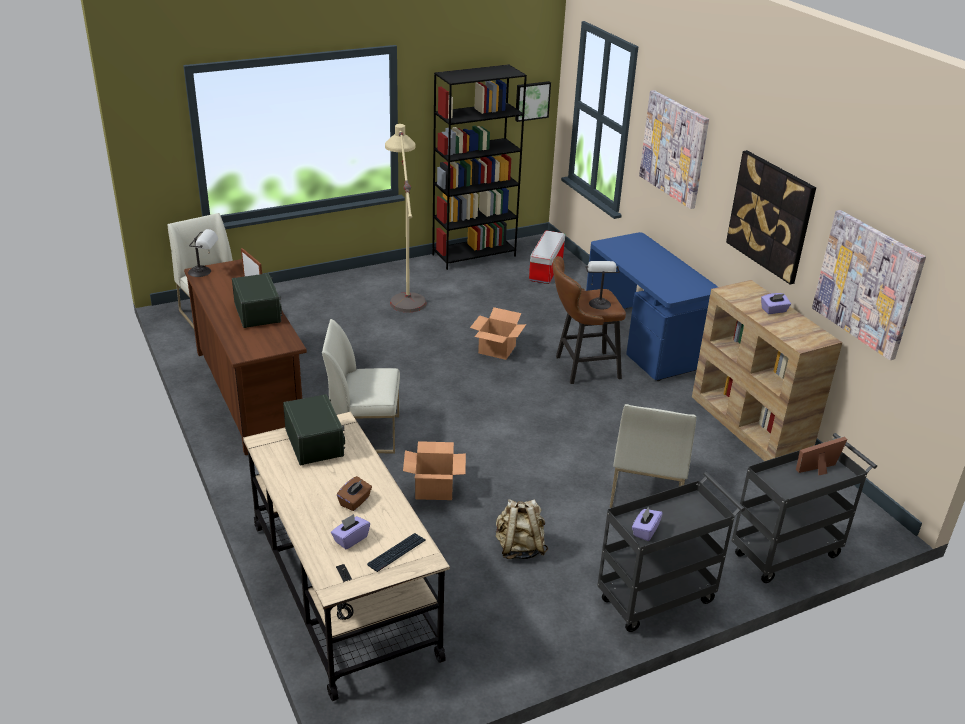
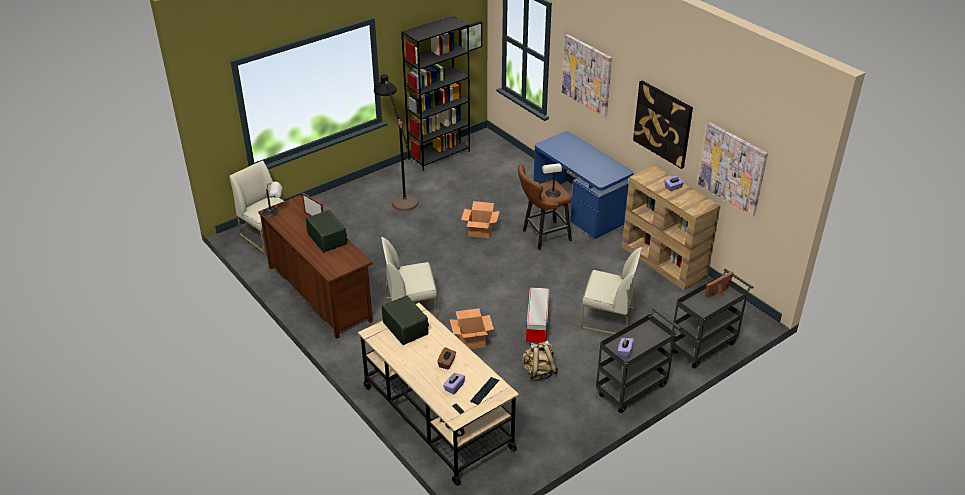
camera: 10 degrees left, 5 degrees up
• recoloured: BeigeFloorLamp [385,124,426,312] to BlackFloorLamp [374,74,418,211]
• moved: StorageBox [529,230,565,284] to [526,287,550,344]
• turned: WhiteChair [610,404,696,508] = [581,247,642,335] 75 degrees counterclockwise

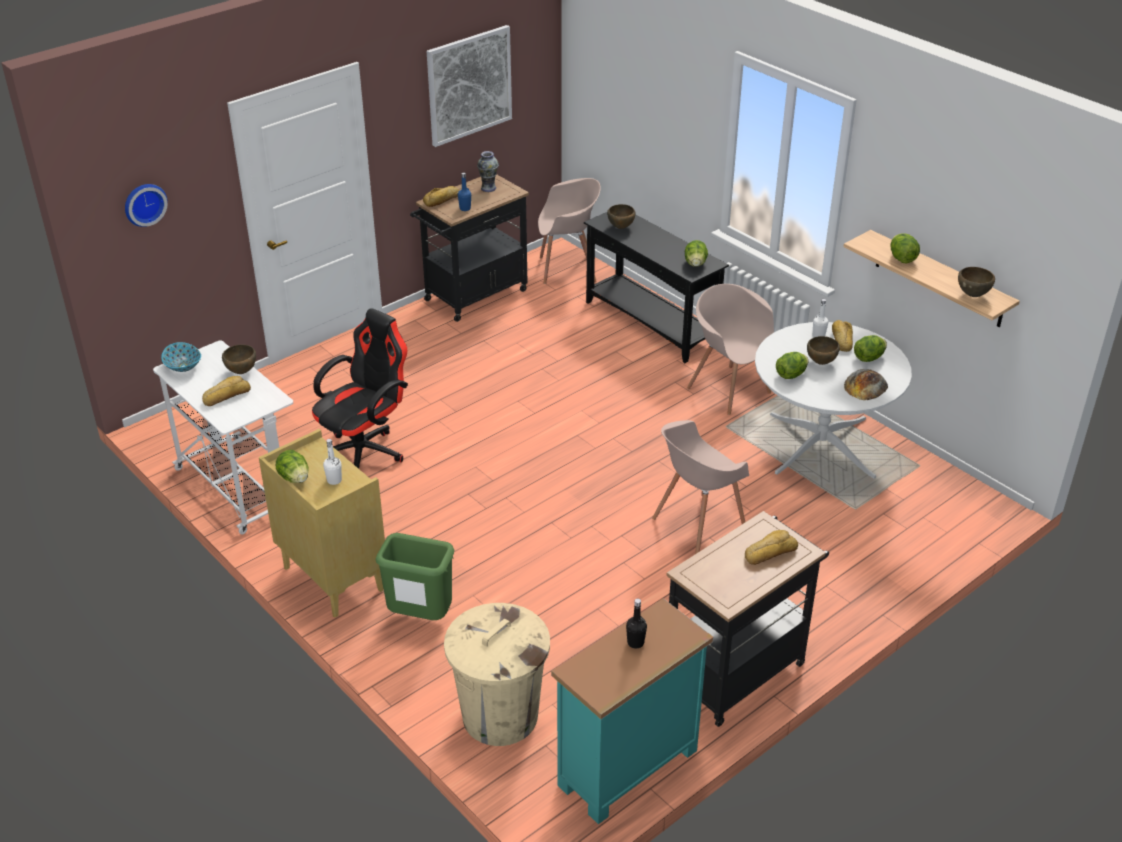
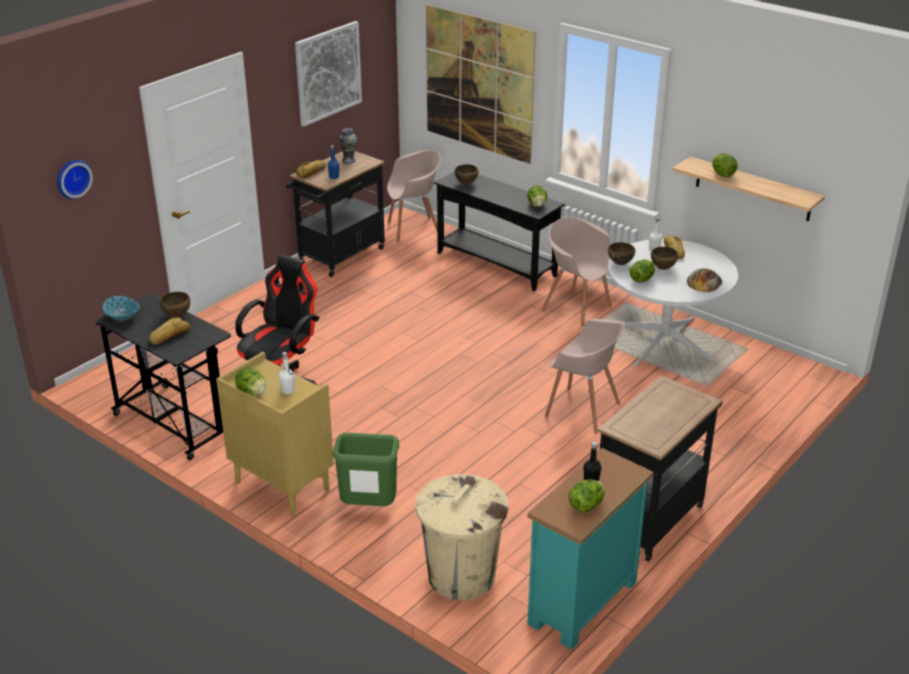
camera: 10 degrees left, 5 degrees down
• moved: BrownBowl [958,267,995,297] to [608,242,635,265]
• moved: Lettuce [854,335,887,362] to [568,479,605,512]
• recoloured: WhiteDesk [153,340,293,534] to BlackDesk [96,294,231,460]
• turned: BeigeChair [652,420,749,554] = [545,319,626,434] 105 degrees counterclockwise
• removed: Bread [745,530,798,565]
• added: Picture [426,5,536,164]

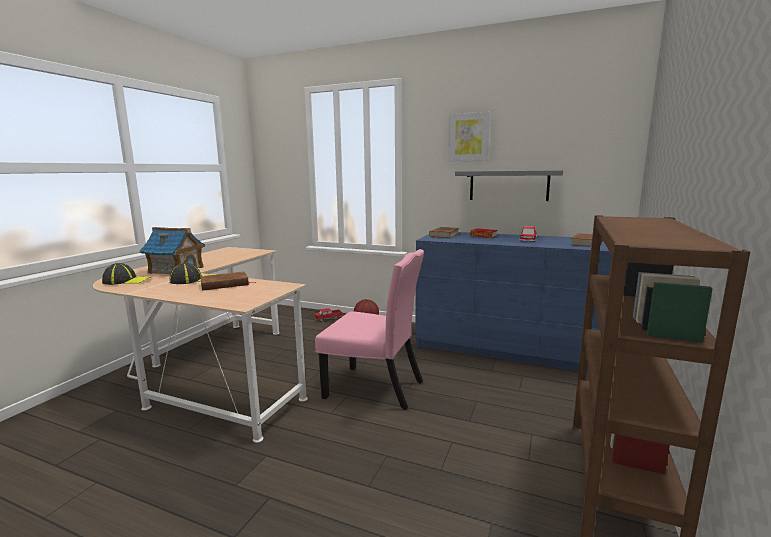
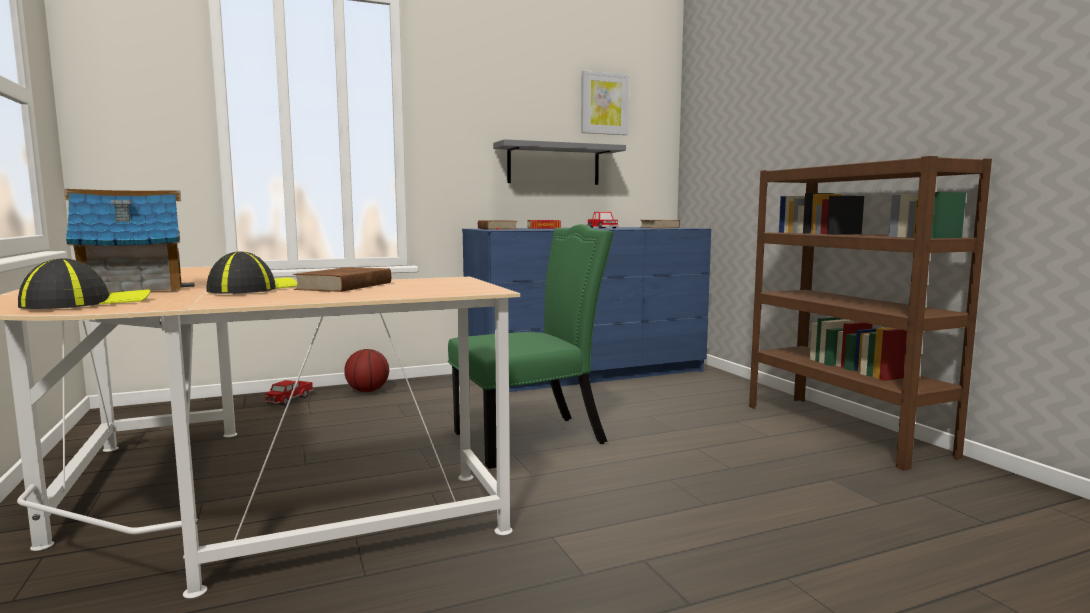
camera: 45 degrees left, 5 degrees down
• moved: Picture [448,112,490,161] to [581,70,629,135]
• recoloured: PinkChair [315,249,424,410] to GreenChair [448,224,613,469]

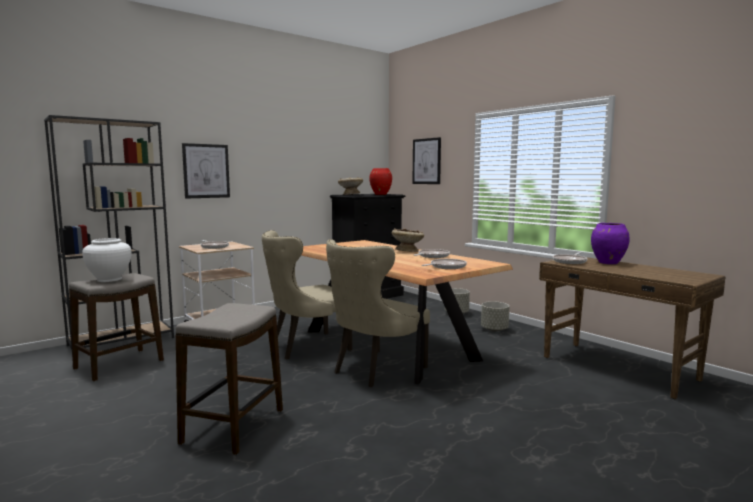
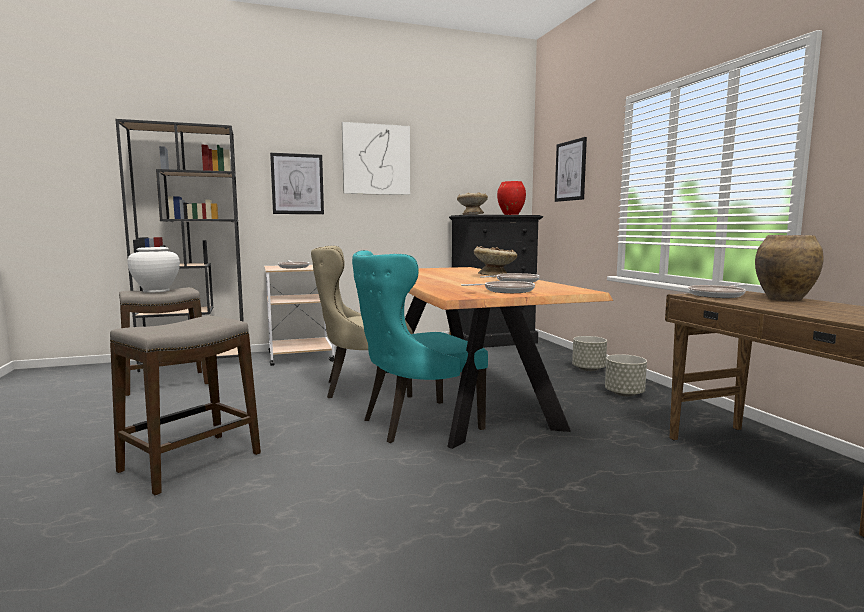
camera: 20 degrees right, 0 degrees up
• recoloured: PurpleVase [591,223,630,264] to BrownVase [755,235,824,301]
• recoloured: BeigeChair [326,239,430,387] to TurquoiseChair [352,250,488,443]
• added: Picture [342,122,410,195]

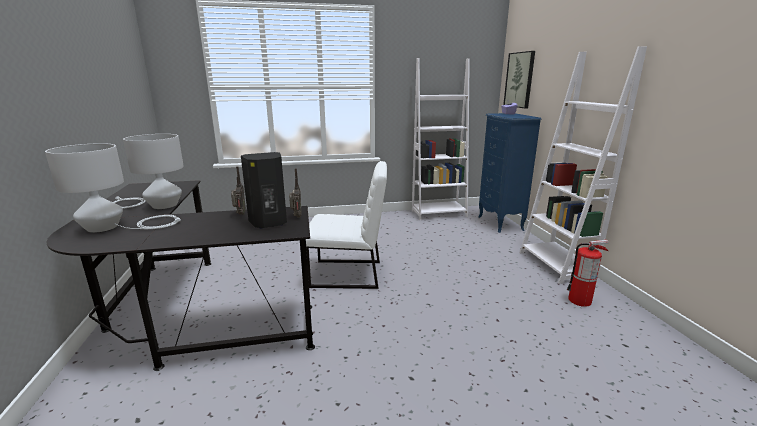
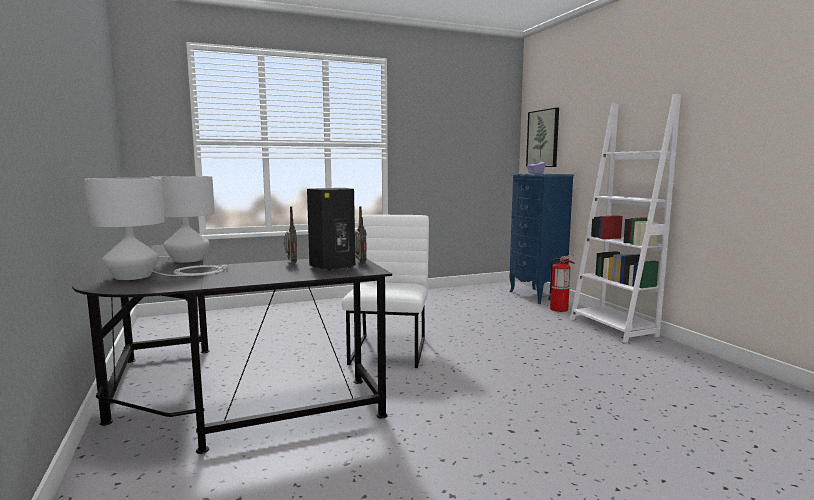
camera: 10 degrees left, 10 degrees down
• removed: WhiteBookcase [412,58,470,221]
• turned: WhiteChair [306,161,387,289] = [342,214,429,368] 75 degrees counterclockwise
• moved: FireExtinguisher [567,240,609,307] to [548,255,575,312]

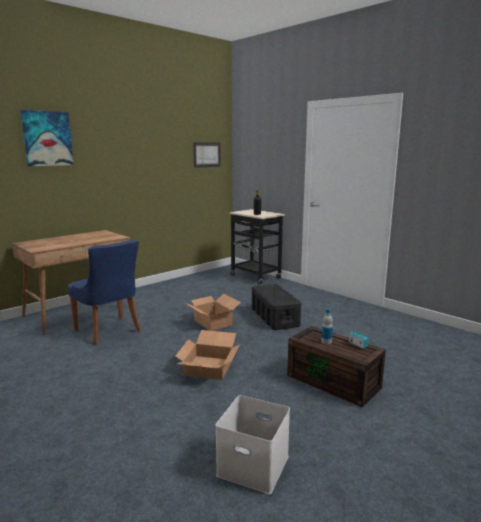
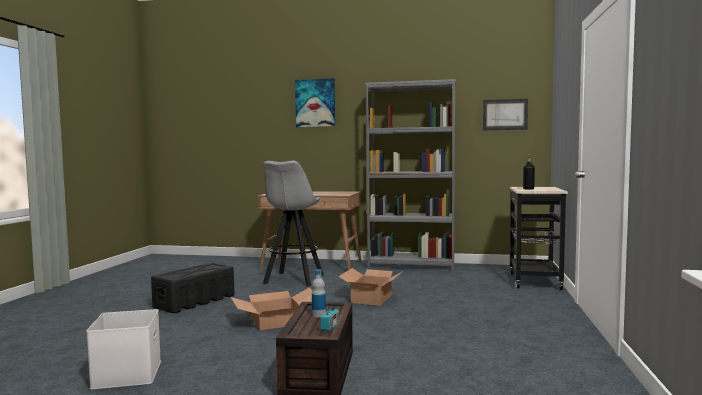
camera: 55 degrees right, 10 degrees down
• replaced: BlueChair [68,240,141,345] to GreyStool [263,161,324,286]
• moved: BlackStorageBox [252,284,301,330] to [151,263,234,313]
• added: GreyBookcase [365,79,456,272]

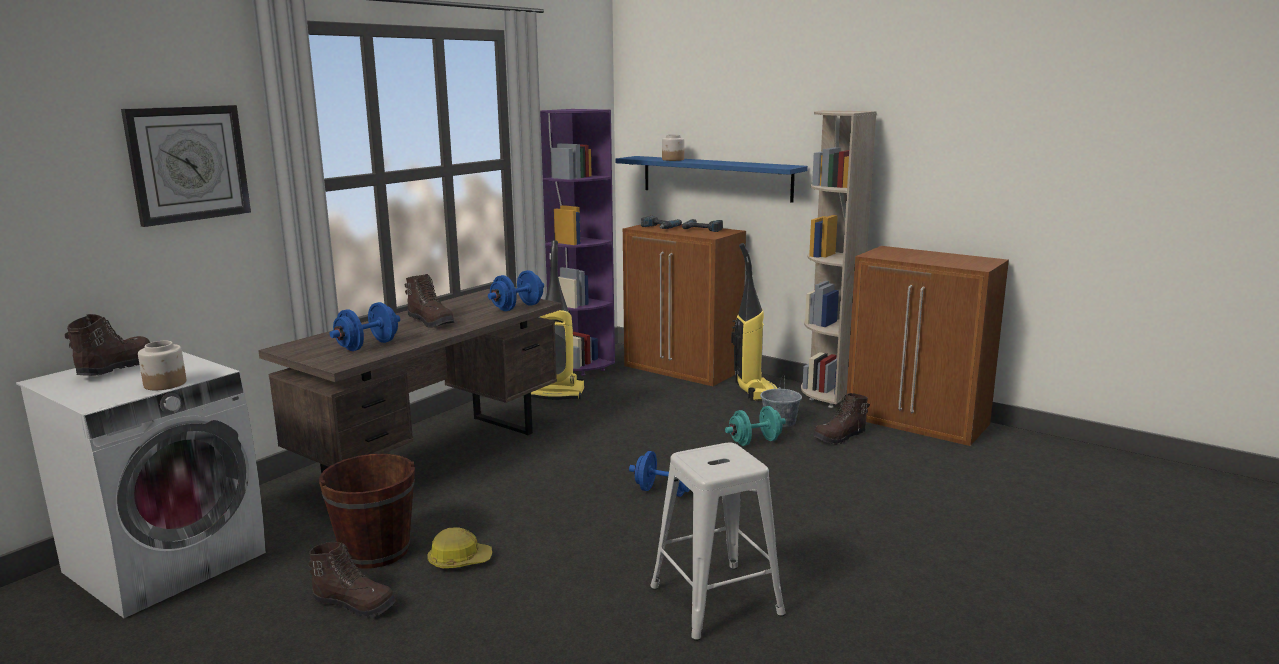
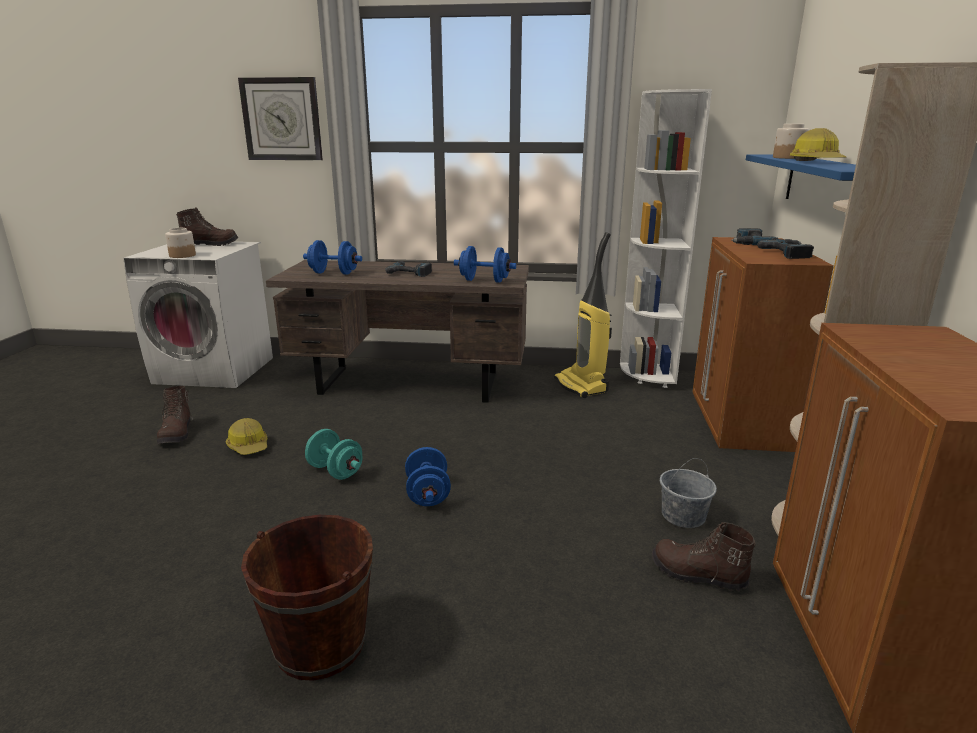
camera: 60 degrees right, 5 degrees up
• recoloured: PurpleBookcase [540,109,615,376] to WhiteBookcase [620,89,712,388]
• removed: VacuumCleaner [731,243,778,401]
• replaced: BrownBoot [404,274,454,328] to PowerDrill [385,261,432,277]
• moved: TurquoiseDumbbell [725,406,786,446] to [305,429,362,480]
• removed: WhiteStool [650,443,786,641]
• moved: BrownBucket [319,454,415,569] to [241,515,373,681]
• added: HardHat [790,128,846,161]

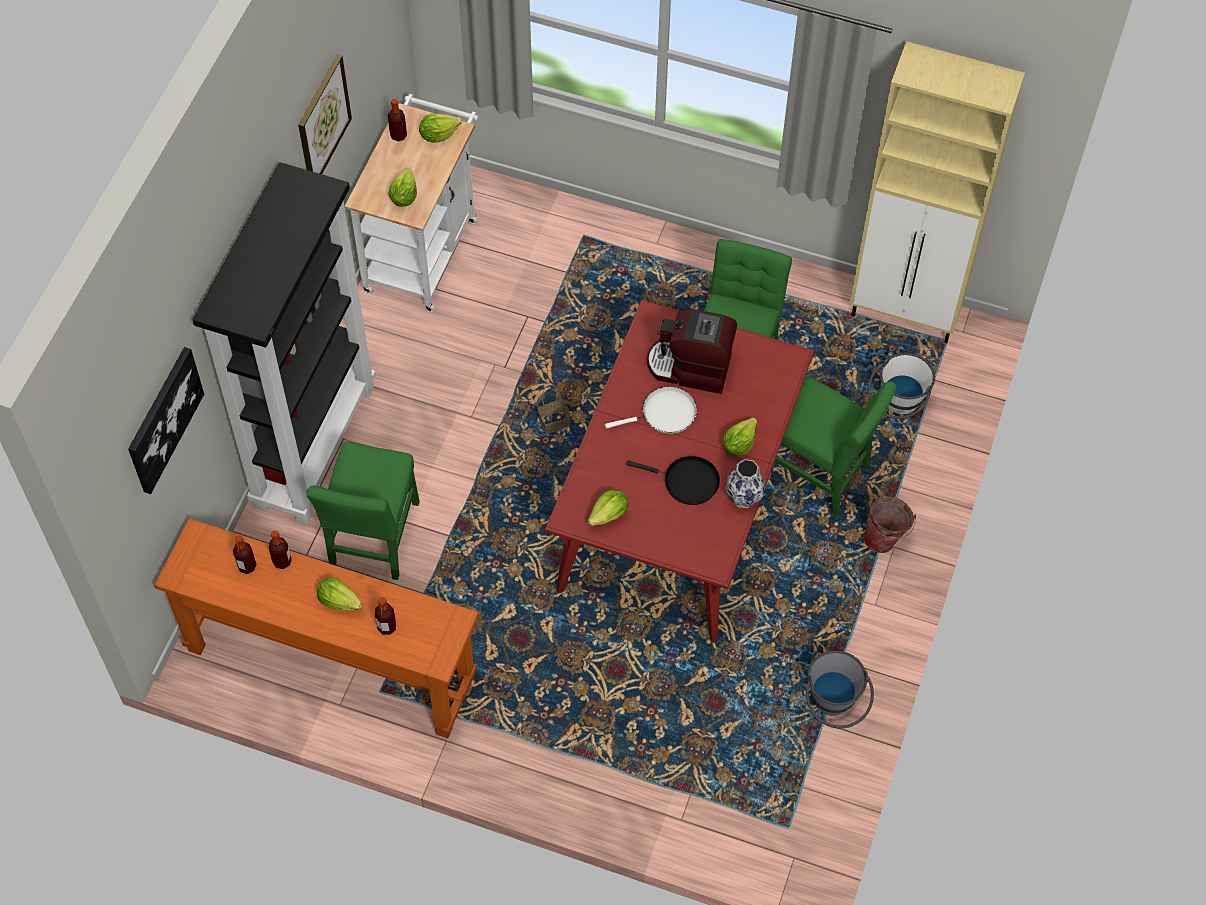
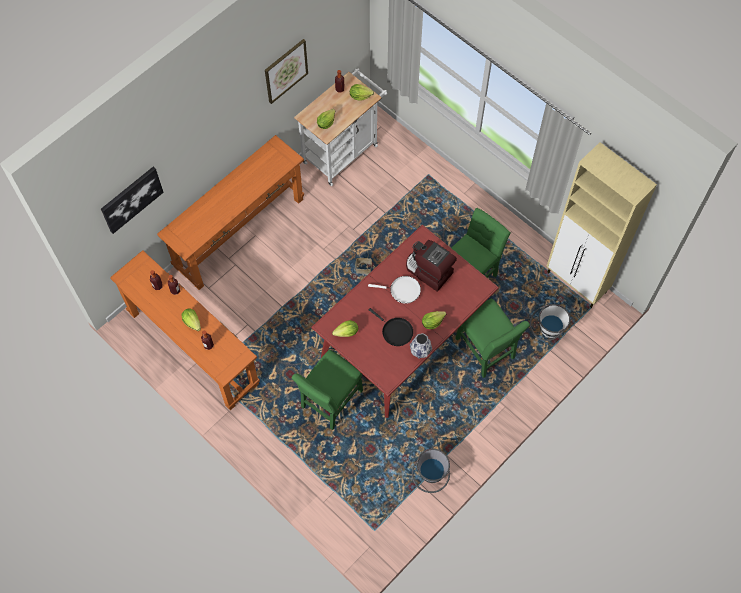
camera: 25 degrees right, 5 degrees up
• replaced: BlackBookcase [192,162,376,525] to OrangeConsoleTable [157,135,304,290]
• moved: GreenChair [307,442,420,580] to [292,350,363,430]
• removed: Bucket [863,496,916,553]

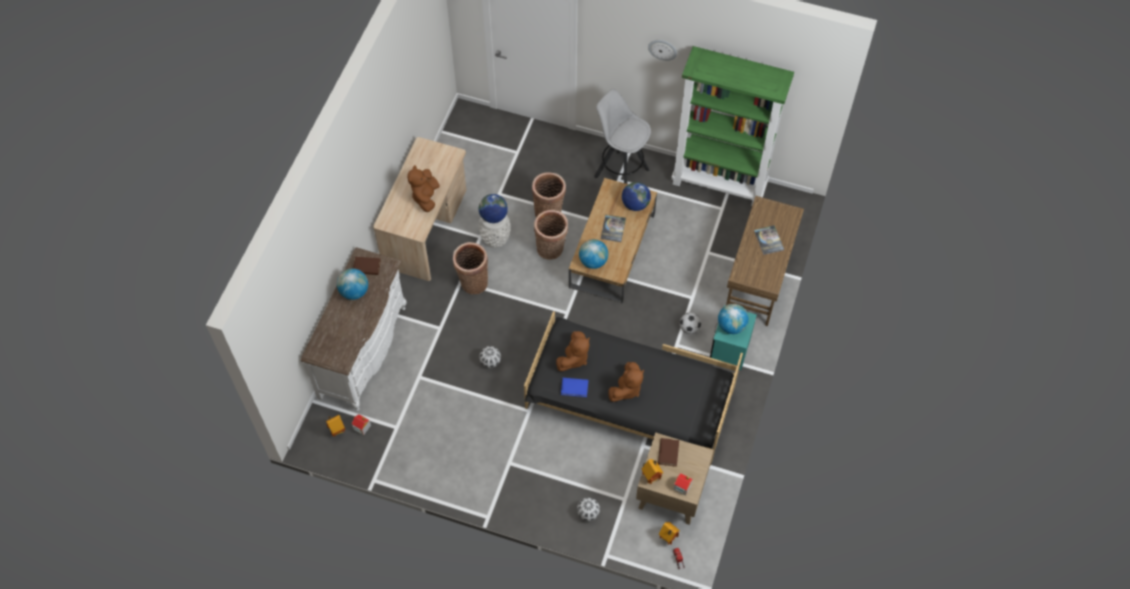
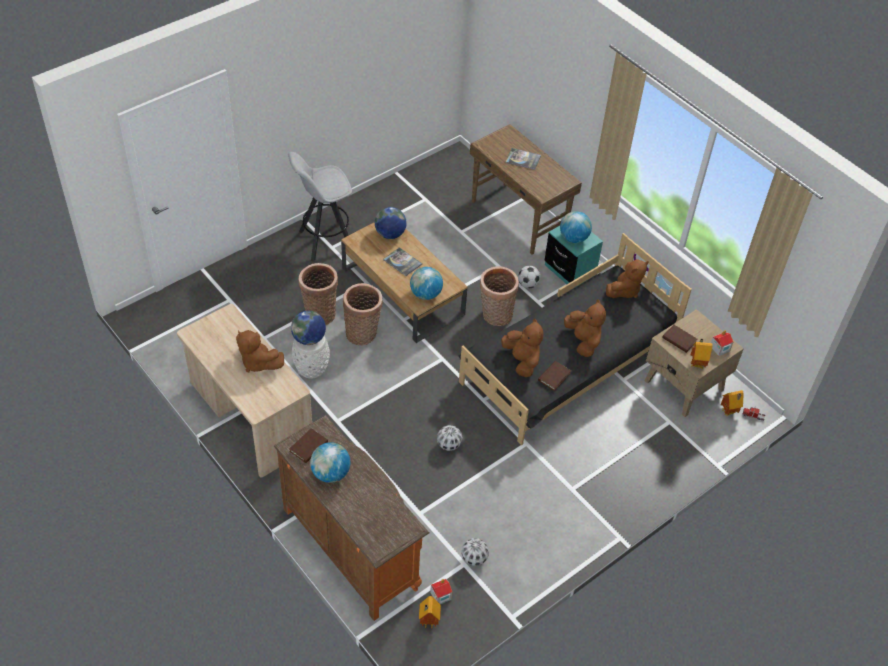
camera: 60 degrees left, 10 degrees down
• removed: WallClock [648,40,677,61]
• removed: GreenBookcase [671,46,794,206]
• moved: Basket [453,242,488,294] to [480,266,519,326]
• recoloured: WhiteDresser [300,247,407,411] to OrangeDresser [274,415,429,621]
• recoloured: BlueBook [561,378,588,397] to BrownBook [538,361,571,391]
• moved: Football [577,498,600,521] to [462,538,489,566]
• added: BrownPlushToy [606,259,649,298]

